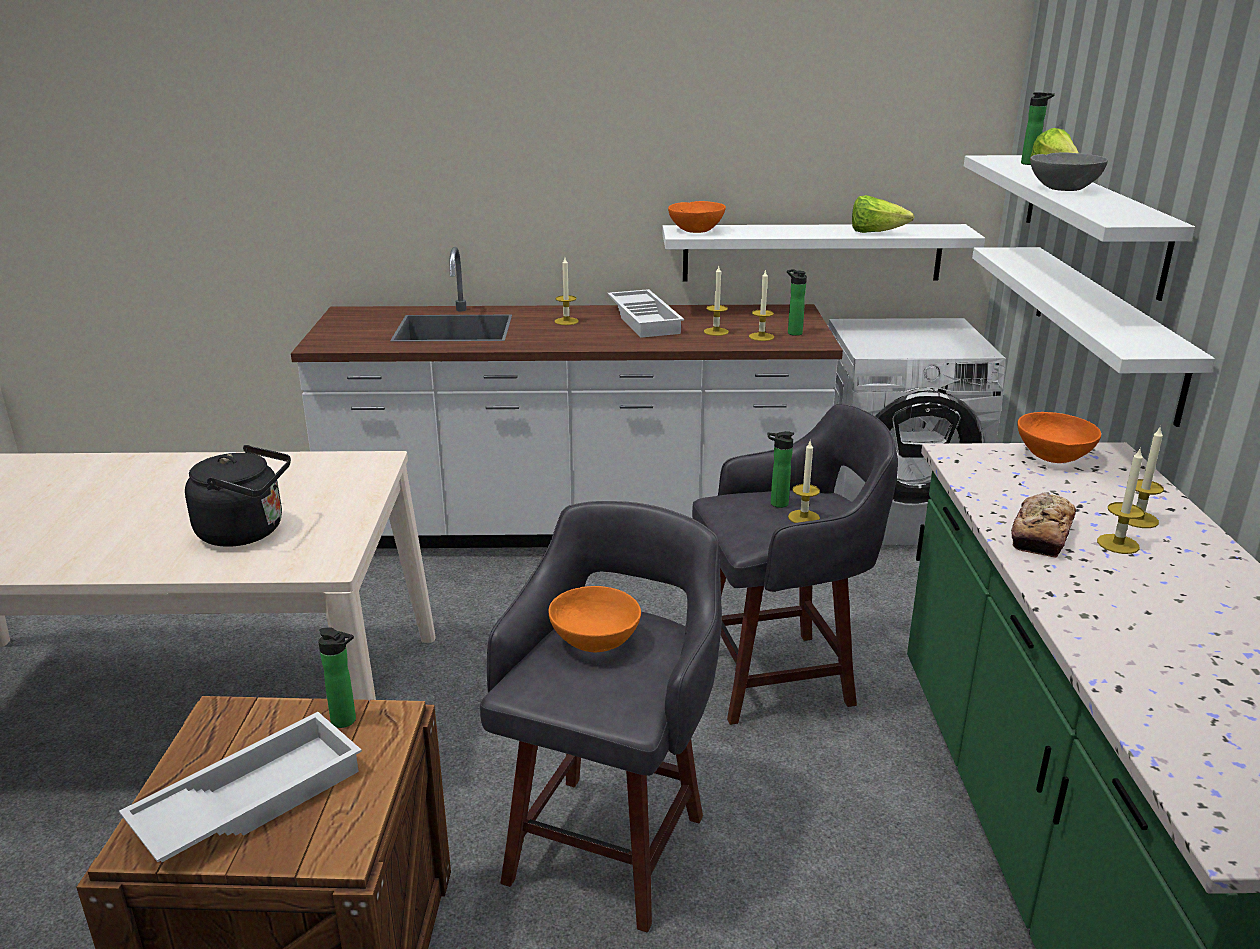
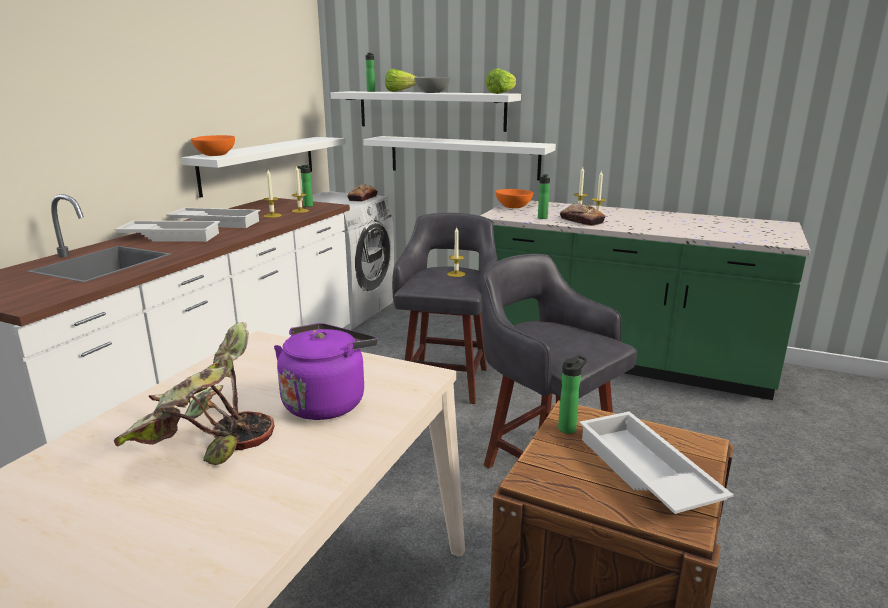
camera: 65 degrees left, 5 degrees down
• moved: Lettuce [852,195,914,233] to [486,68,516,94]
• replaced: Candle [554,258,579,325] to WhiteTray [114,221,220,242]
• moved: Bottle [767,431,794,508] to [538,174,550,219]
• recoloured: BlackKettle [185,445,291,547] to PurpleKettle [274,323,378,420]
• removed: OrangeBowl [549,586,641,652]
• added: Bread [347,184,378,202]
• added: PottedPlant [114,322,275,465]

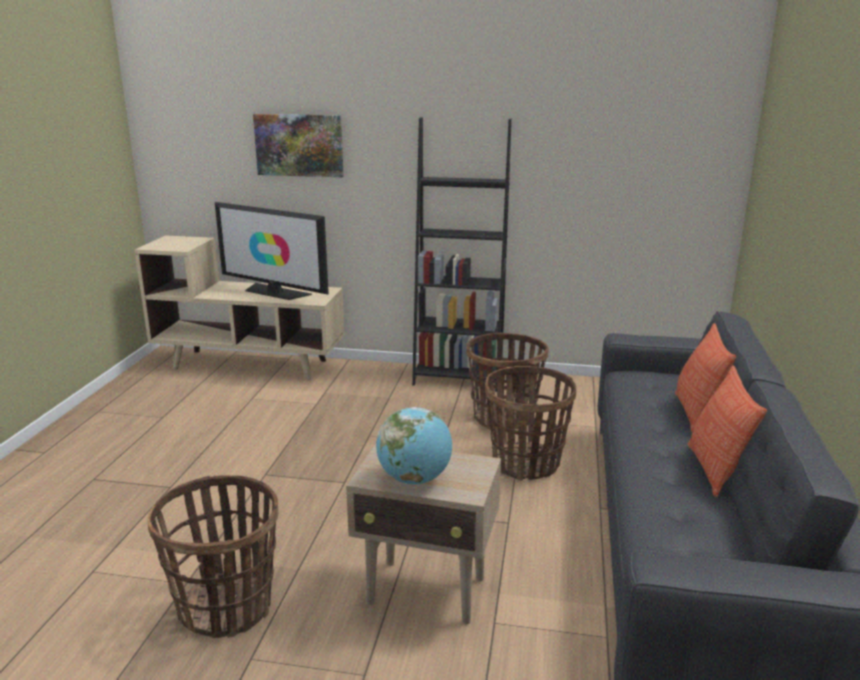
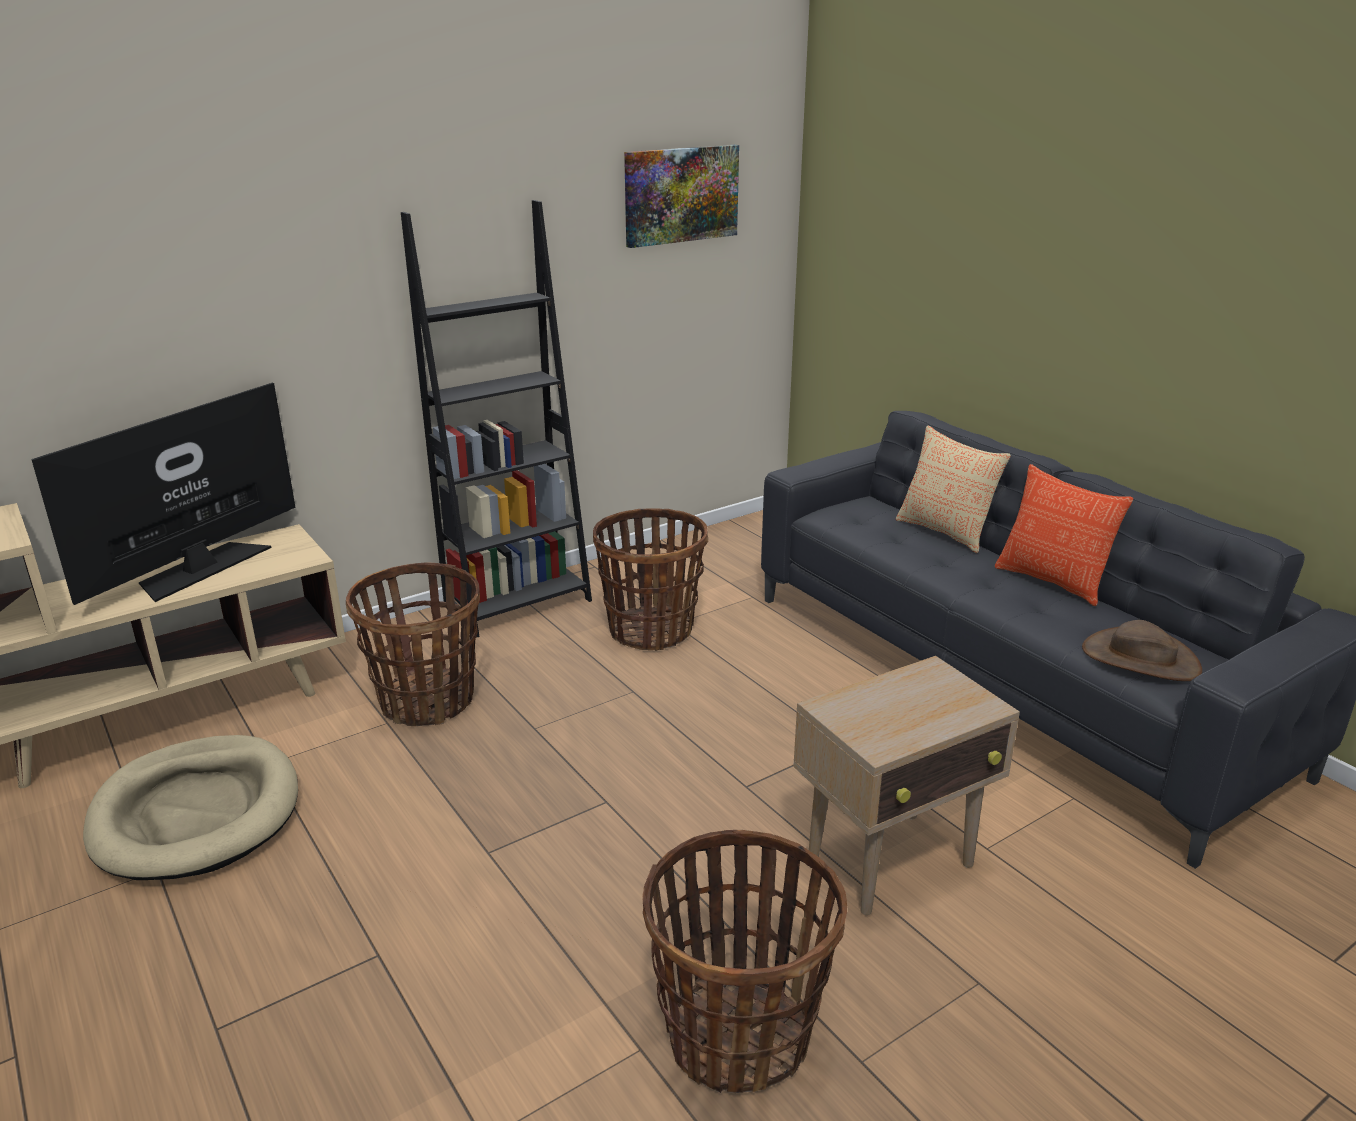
camera: 45 degrees left, 5 degrees up
• moved: Picture [253,114,344,177] to [624,145,739,248]
• turned: Television [215,202,329,300] = [31,383,296,605] 135 degrees clockwise
• recoloured: OrangePillow [675,323,736,432] to BeigePillow [896,426,1011,553]
• moved: Basket [485,366,576,481] to [346,563,480,726]
• removed: Globe [376,407,452,484]
• added: BrownHat [1082,620,1202,681]
• added: BeigeDogBed [83,735,298,880]

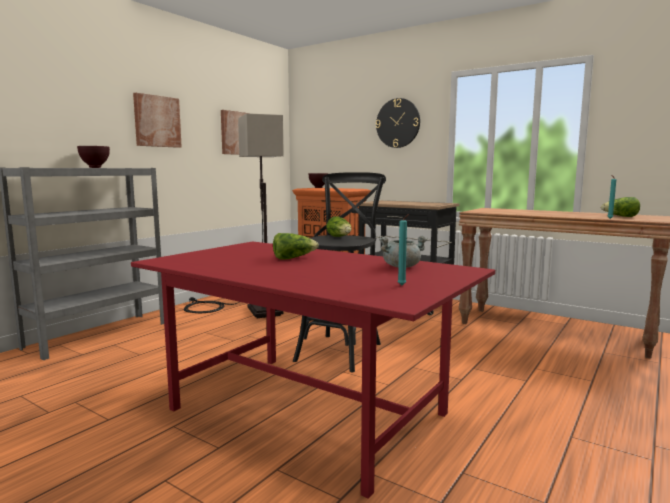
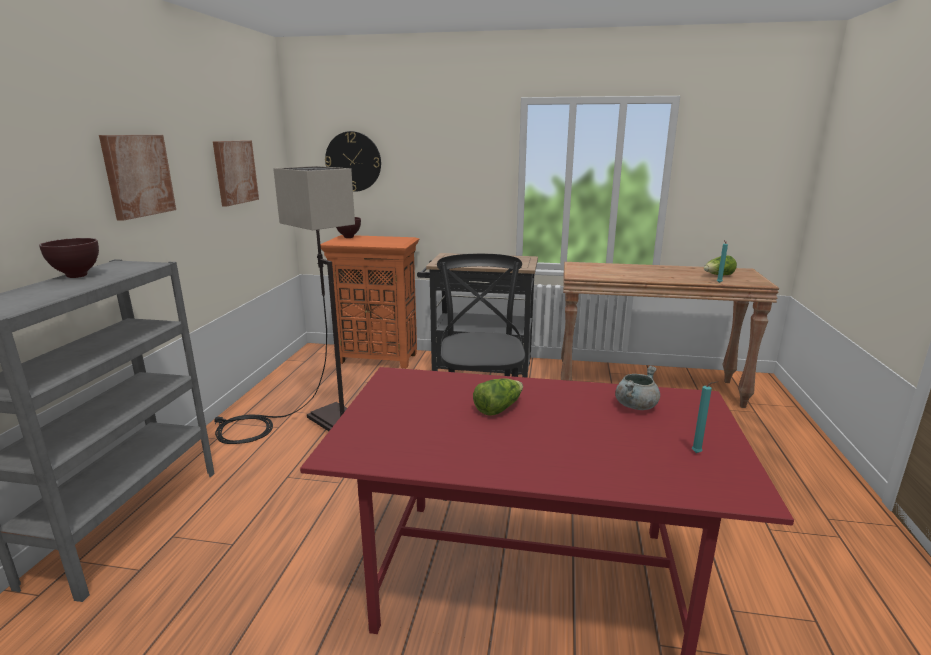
camera: 25 degrees left, 10 degrees up
• moved: WallClock [376,98,420,148] to [325,131,381,192]
• removed: Lettuce [326,216,352,237]

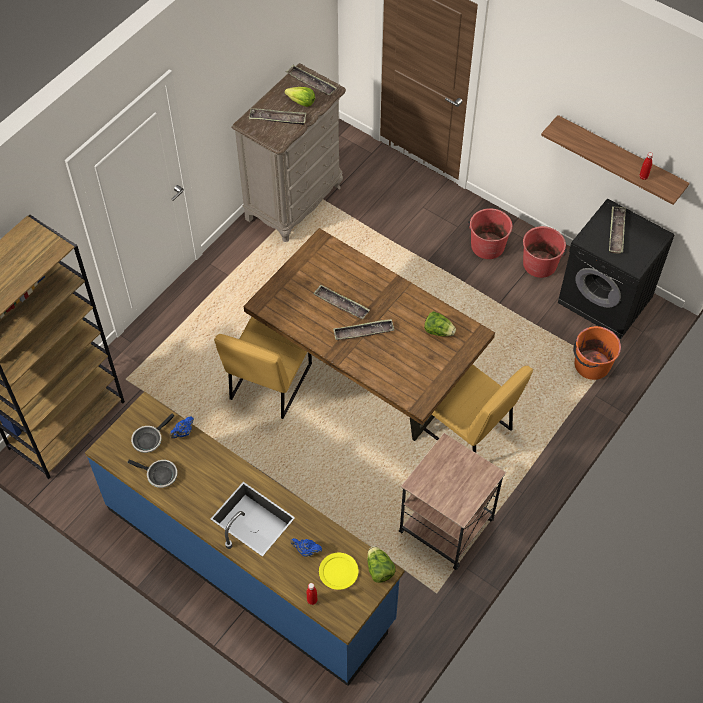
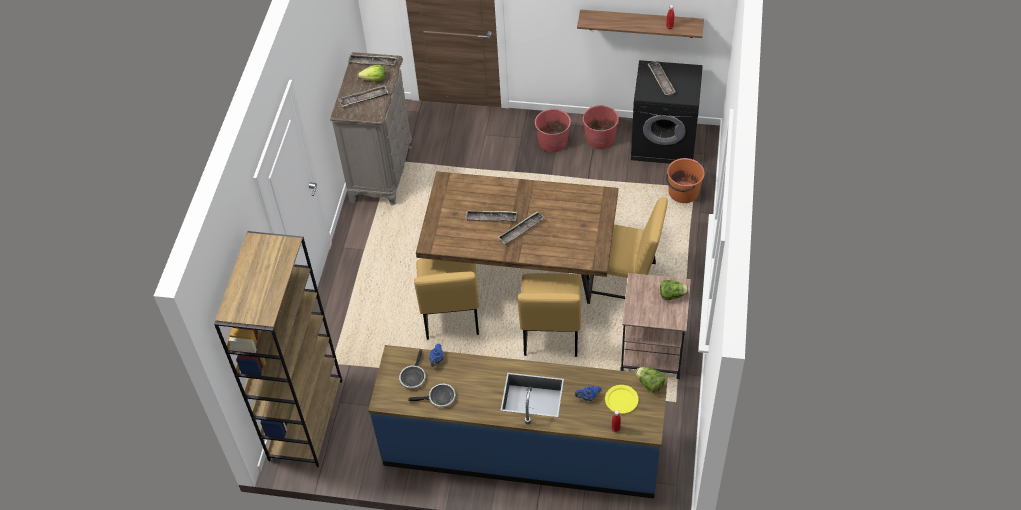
camera: 25 degrees left, 5 degrees down
• moved: Lettuce [424,311,456,336] to [660,280,689,300]
• added: YellowChair [518,273,582,357]

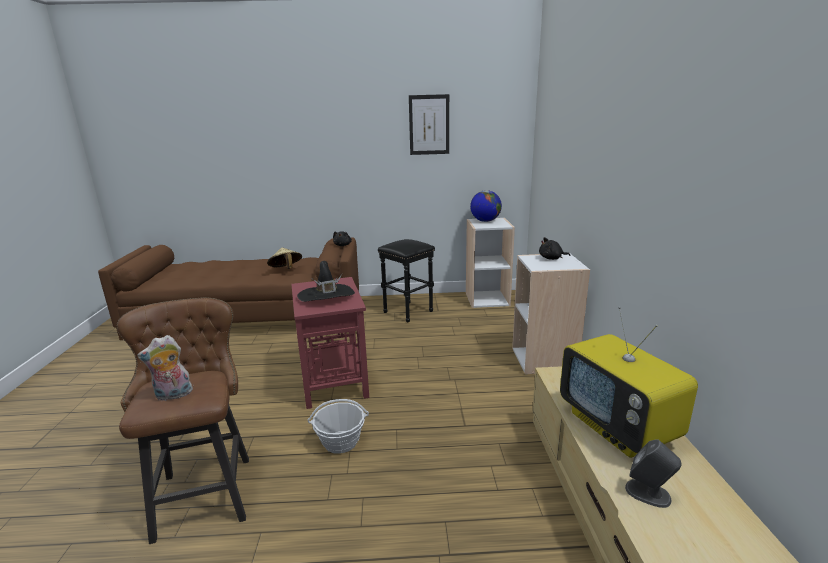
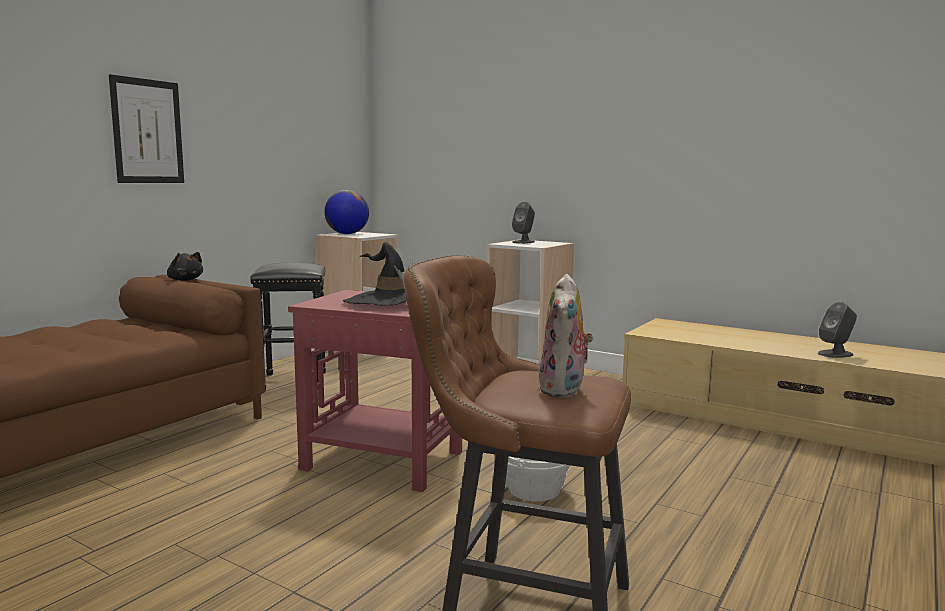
camera: 55 degrees left, 10 degrees down
• moved: Picture [409,94,449,155] to [109,74,184,183]
• replaced: BlackPlushToy [539,237,571,260] to GreySpeaker [512,202,535,244]
• removed: BeigeHat [267,247,302,269]
• removed: Television [560,307,698,458]

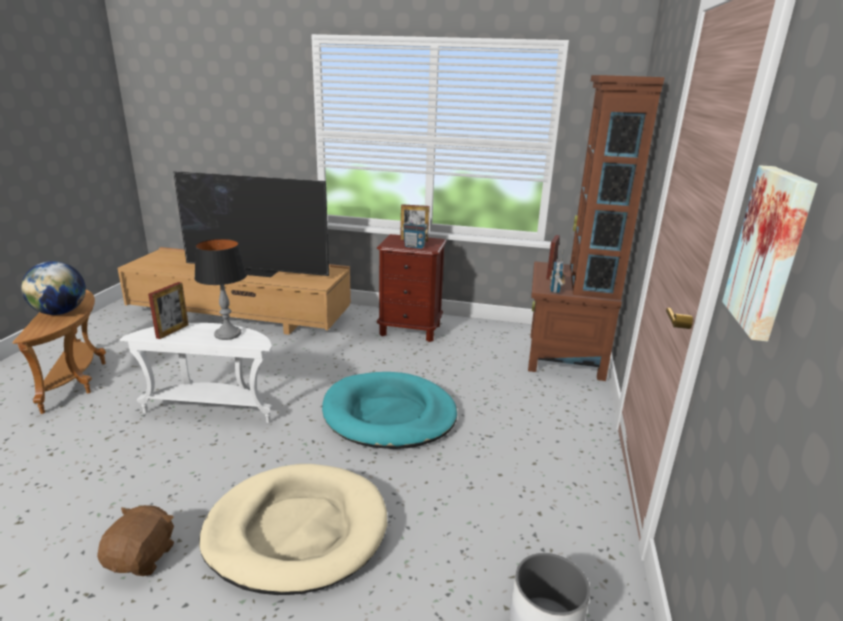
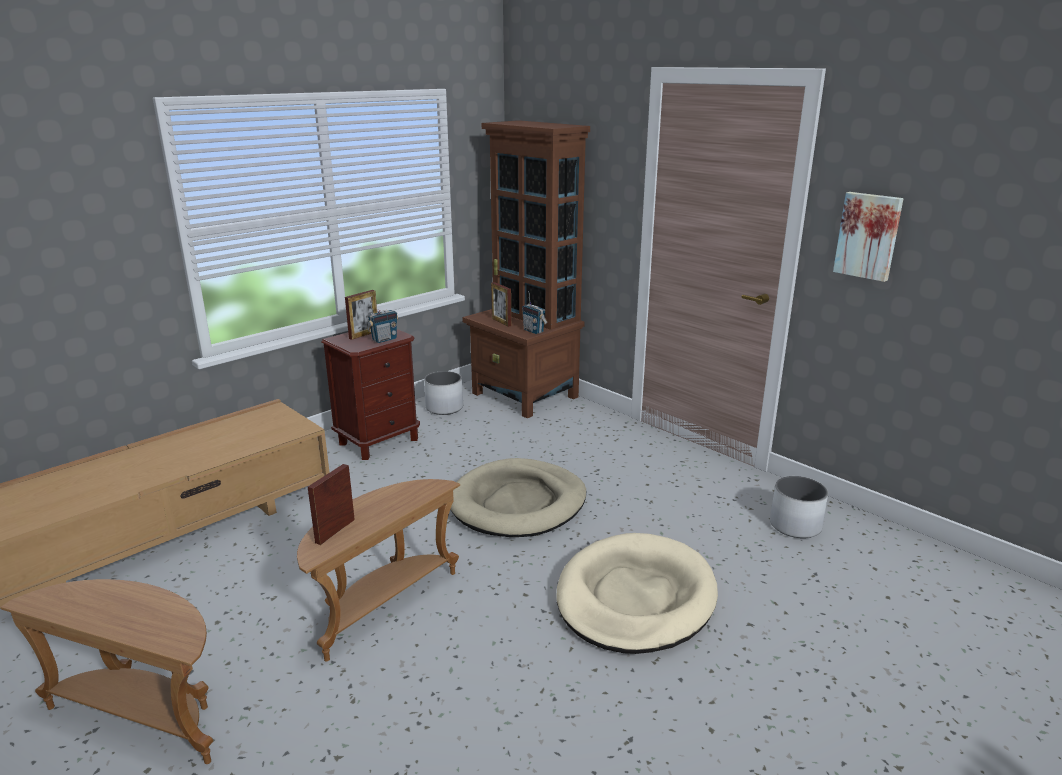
camera: 55 degrees left, 0 degrees up
• removed: Television [173,171,329,277]
• removed: TableLamp [194,239,247,340]
• removed: Globe [21,261,86,315]
• turned: PictureFrame [148,282,189,339] = [308,464,355,545] 120 degrees counterclockwise
• recoloured: WhiteSideTable [119,323,273,423] to BrownSideTable [297,479,460,662]
• recoloured: TurquoiseDogBed [322,372,457,449] to BeigeDogBed [450,458,586,537]
• removed: BrownPlushToy [97,505,174,576]
• added: WhitePlanter [424,371,463,415]

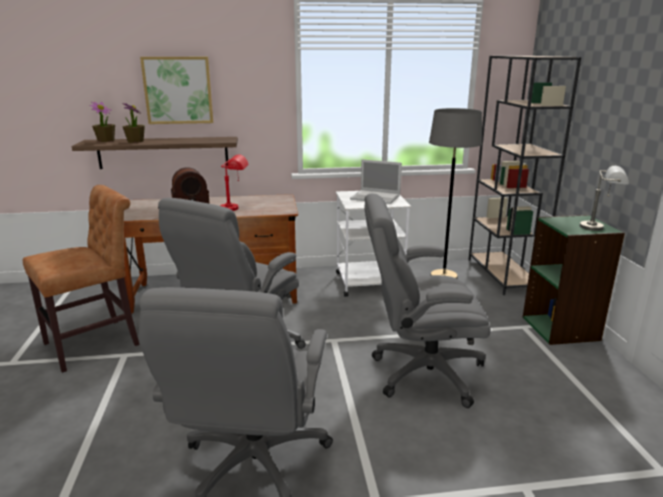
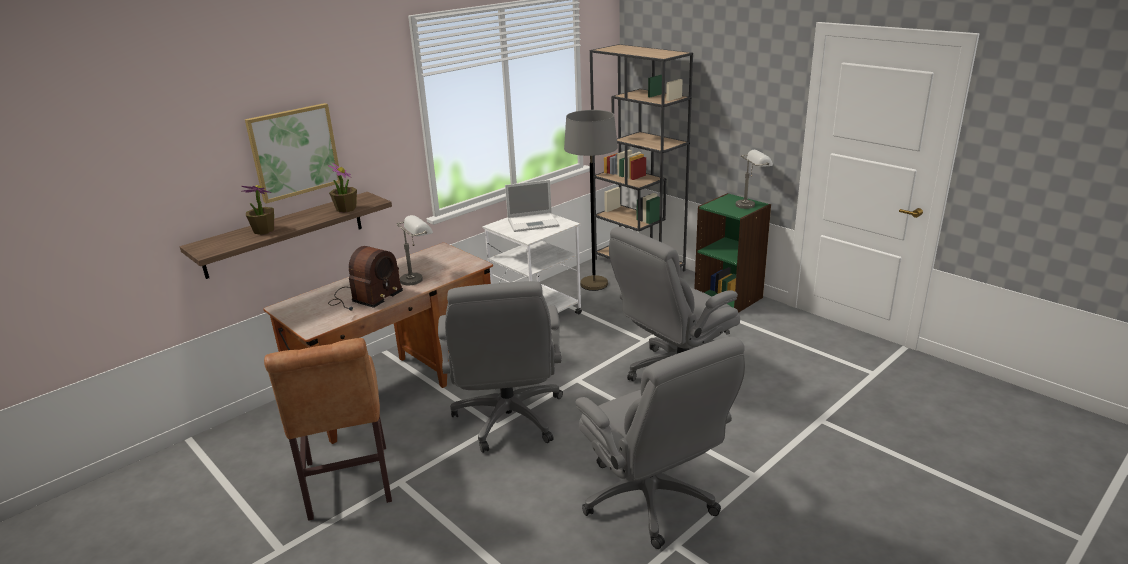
camera: 35 degrees left, 5 degrees up
• moved: PottedPlant [89,102,115,142] to [328,163,357,212]
• recoloured: RedTableLamp [220,154,249,211] to GreyTableLamp [397,215,433,285]
• turned: BrownChair [22,185,140,373] = [264,338,392,521] 150 degrees clockwise

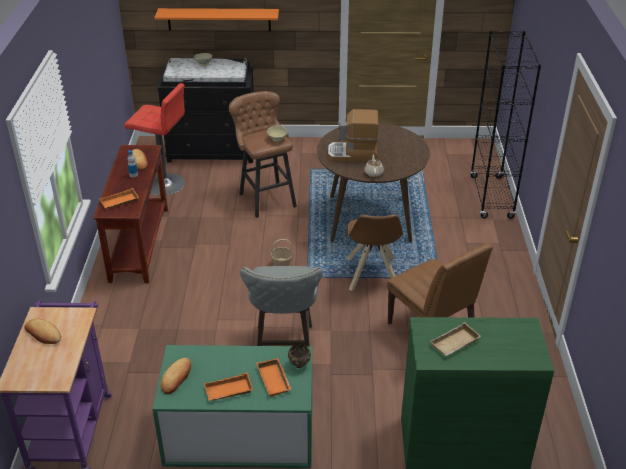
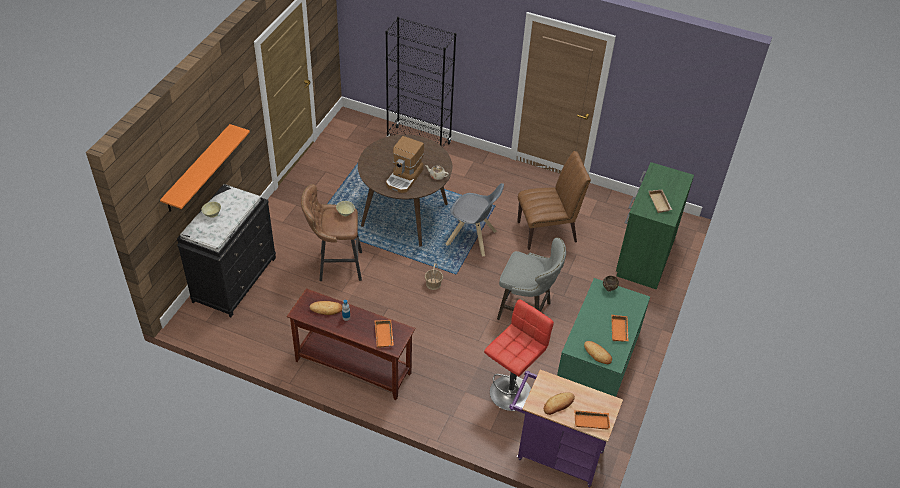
camera: 70 degrees left, 10 degrees up
• moved: RedStool [124,83,185,195] to [484,300,554,411]
• recoloured: BrownChair [346,214,403,291] to GreyChair [446,183,504,257]
• moved: OrangeTray [256,358,292,397] to [574,410,610,429]

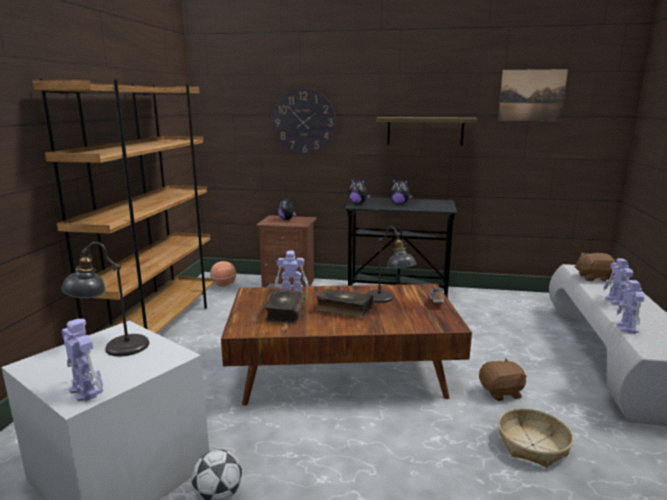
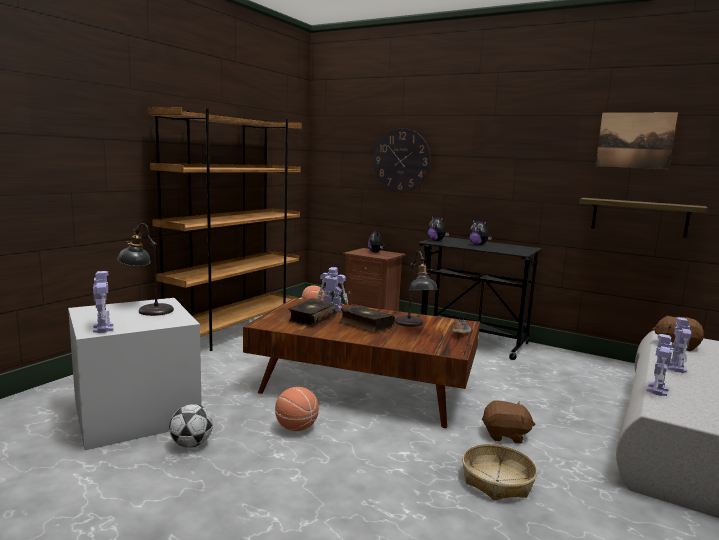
camera: 20 degrees right, 5 degrees down
• moved: Shelf [376,117,478,146] to [579,198,707,237]
• added: Basketball [275,387,319,431]

